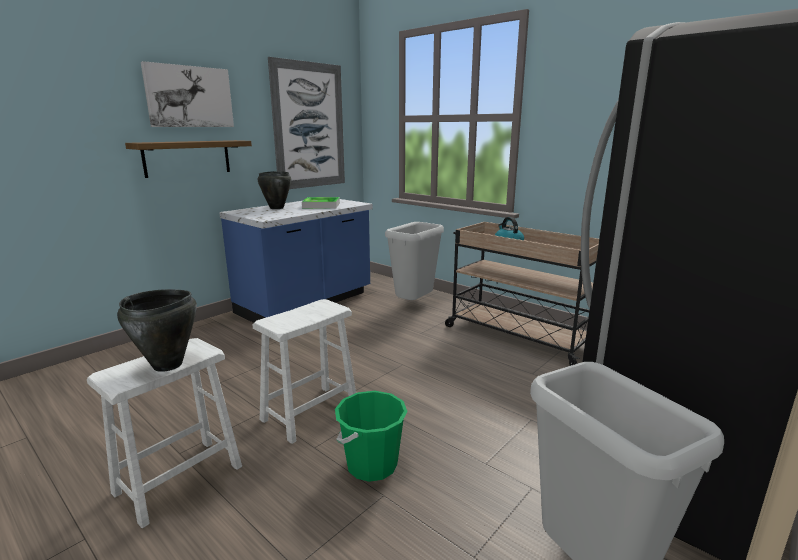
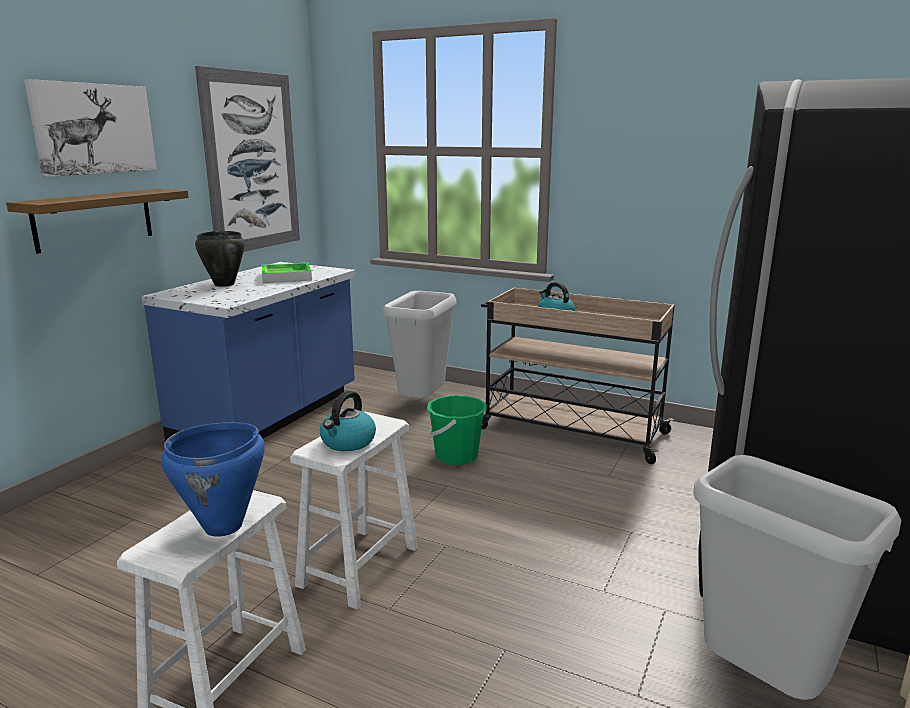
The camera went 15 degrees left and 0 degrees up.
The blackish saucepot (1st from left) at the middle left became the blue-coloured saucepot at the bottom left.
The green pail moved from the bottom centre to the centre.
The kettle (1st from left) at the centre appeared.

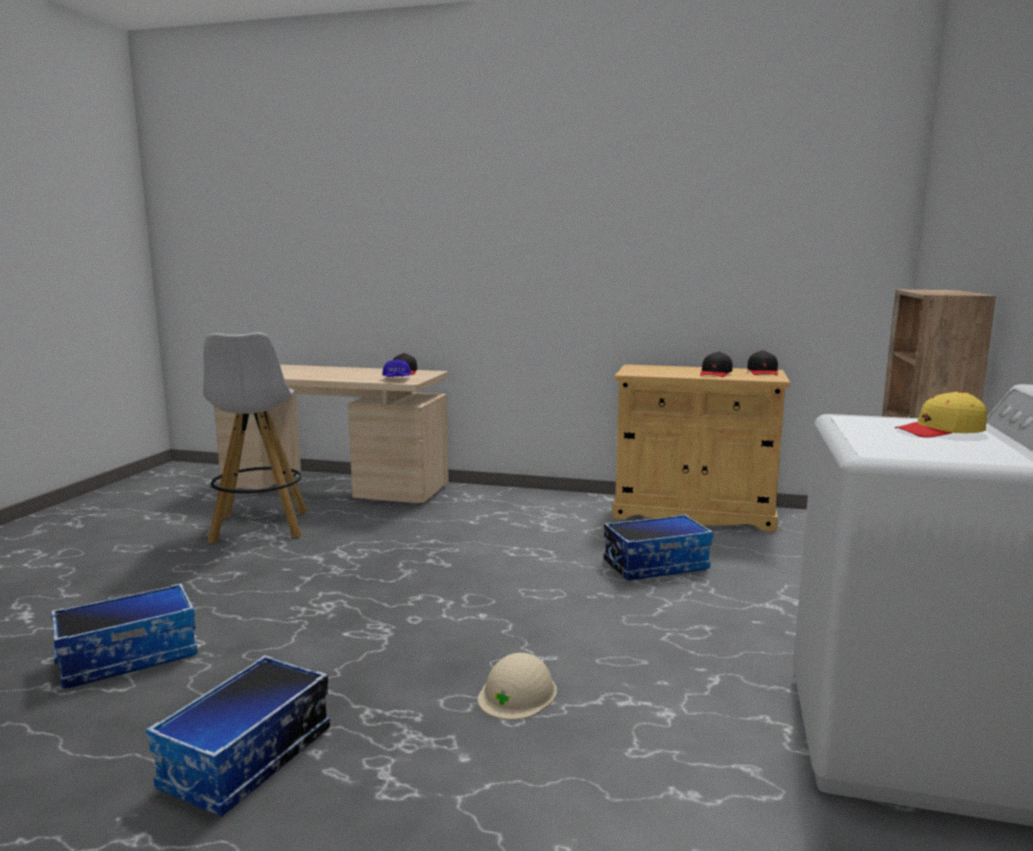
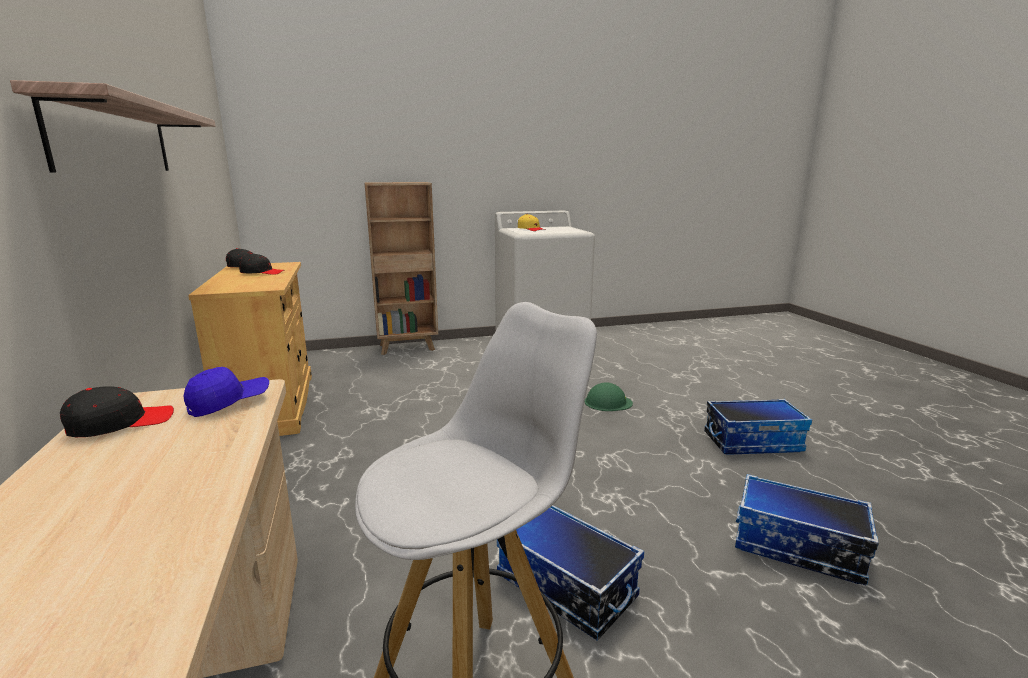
The camera went 120 degrees left and 5 degrees up.
The beige work helmet at the bottom centre became the green work helmet at the centre.
The storage container (3rd from left in the first image) moved from the centre to the bottom centre.
The shelf at the top left appeared.

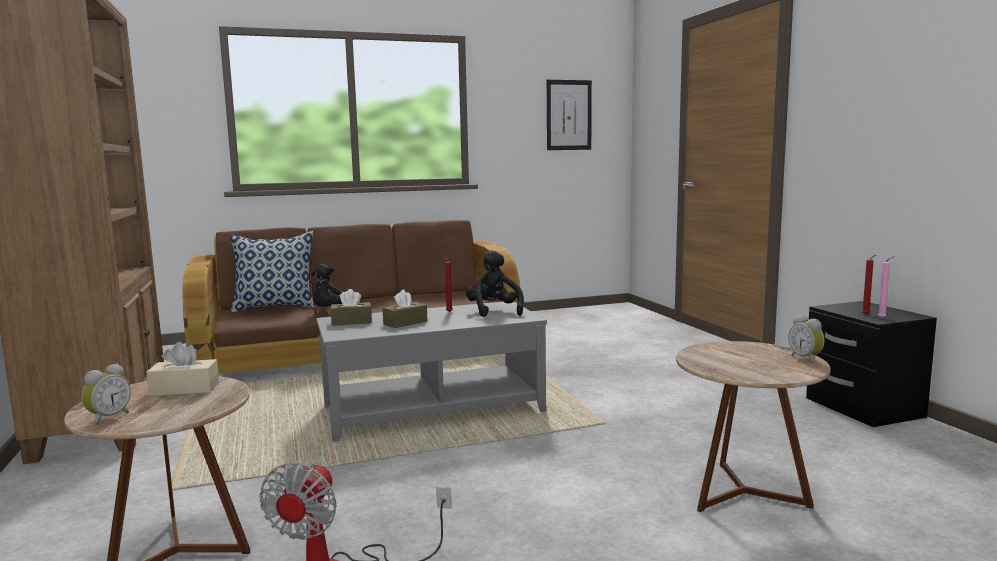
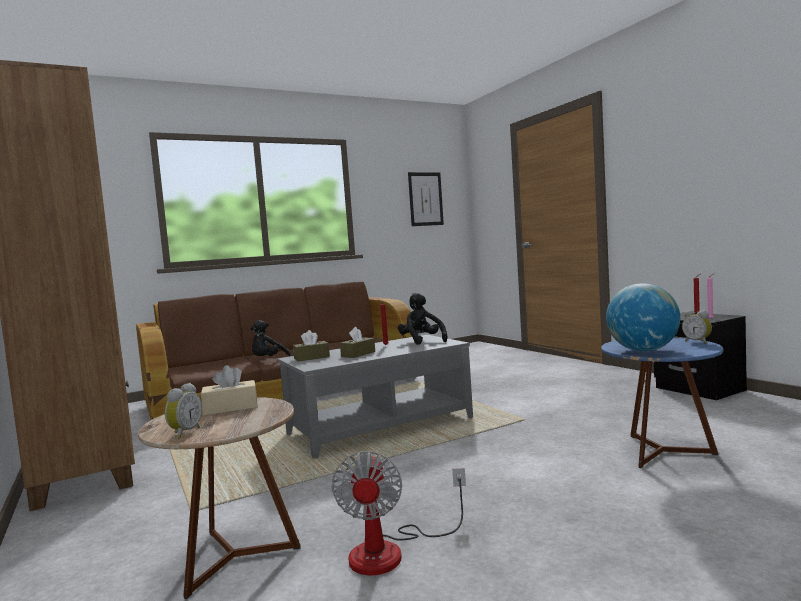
The camera went 10 degrees left and 5 degrees down.
The throw pillow at the middle left disappeared.
The brown accent table (2nd from left) at the bottom right became the blue-coloured accent table at the bottom right.
The world globe at the middle right appeared.

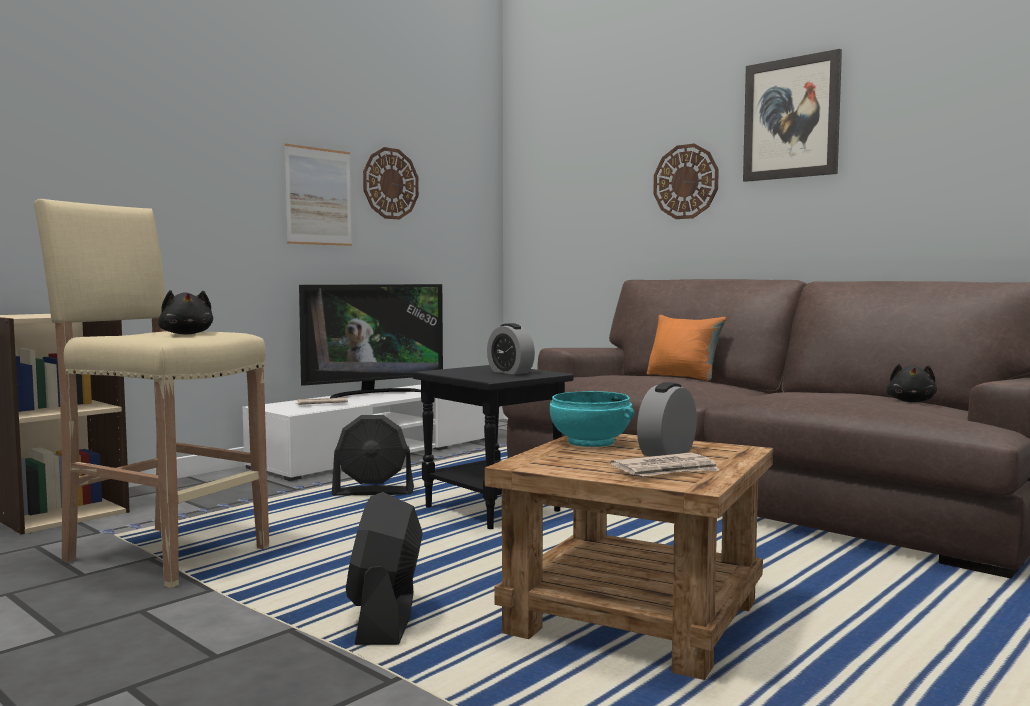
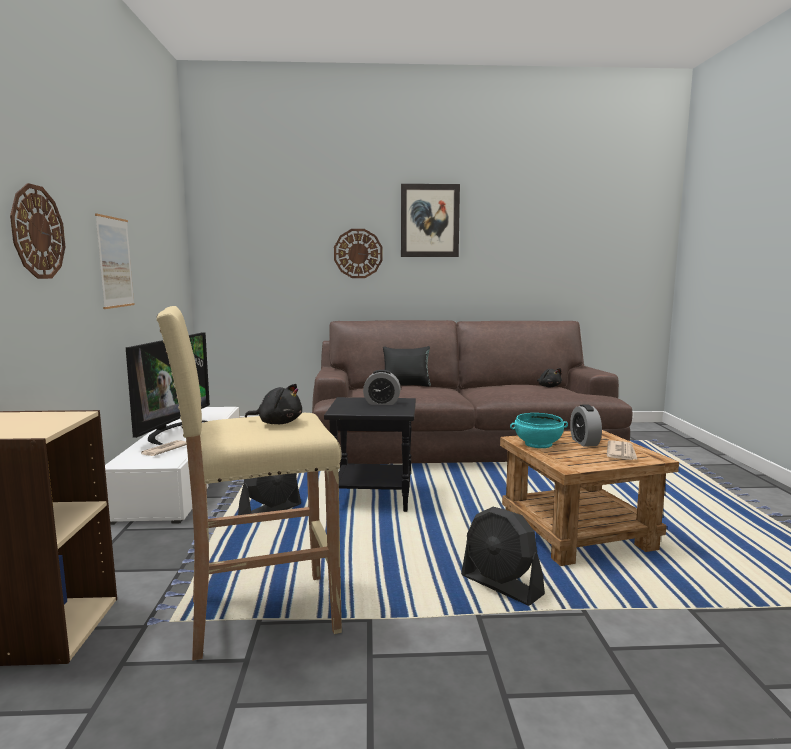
The camera went 45 degrees left and 5 degrees up.
The hanging clock (1st from left) moved from the top centre to the top left.
The orangey throw pillow at the centre became the blackish throw pillow at the centre.

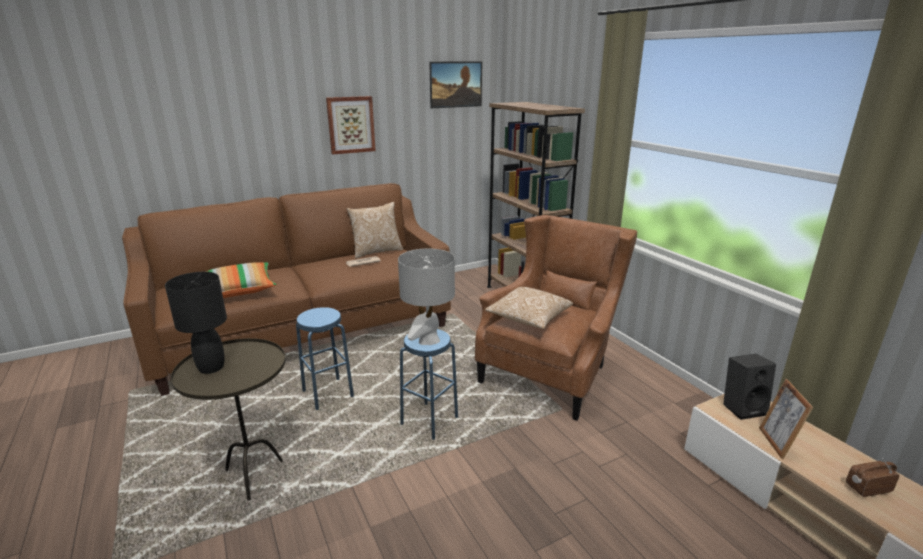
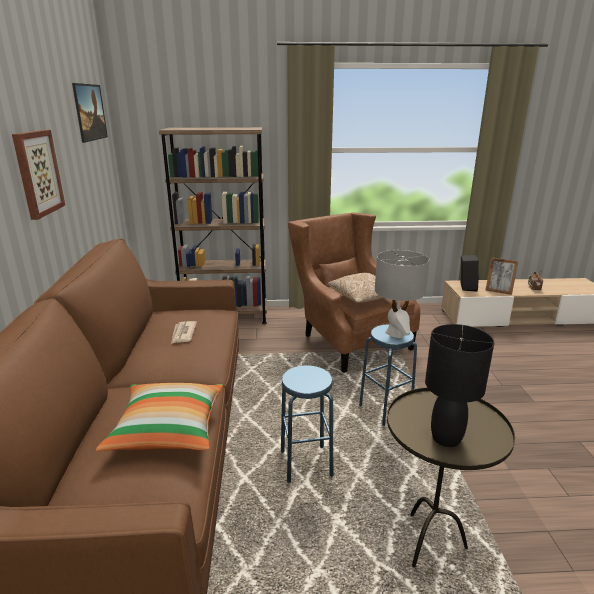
The camera went 65 degrees left and 0 degrees up.
The throw pillow (2nd from left) at the centre disappeared.

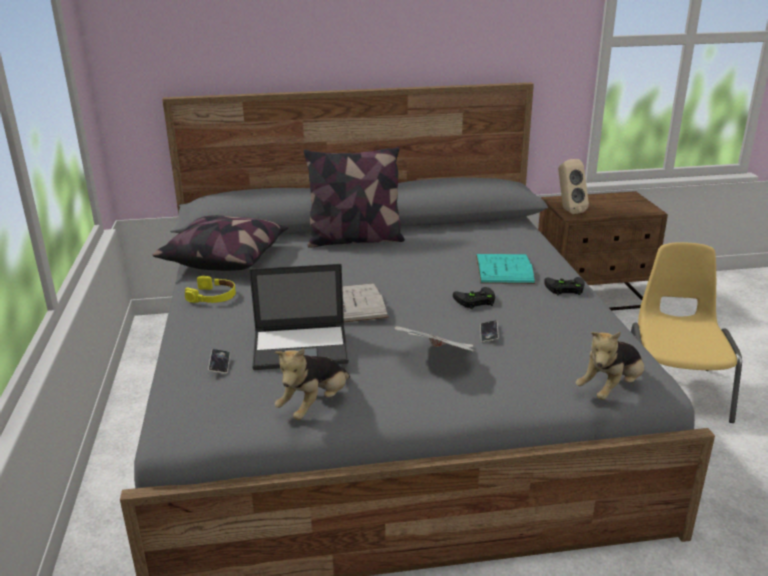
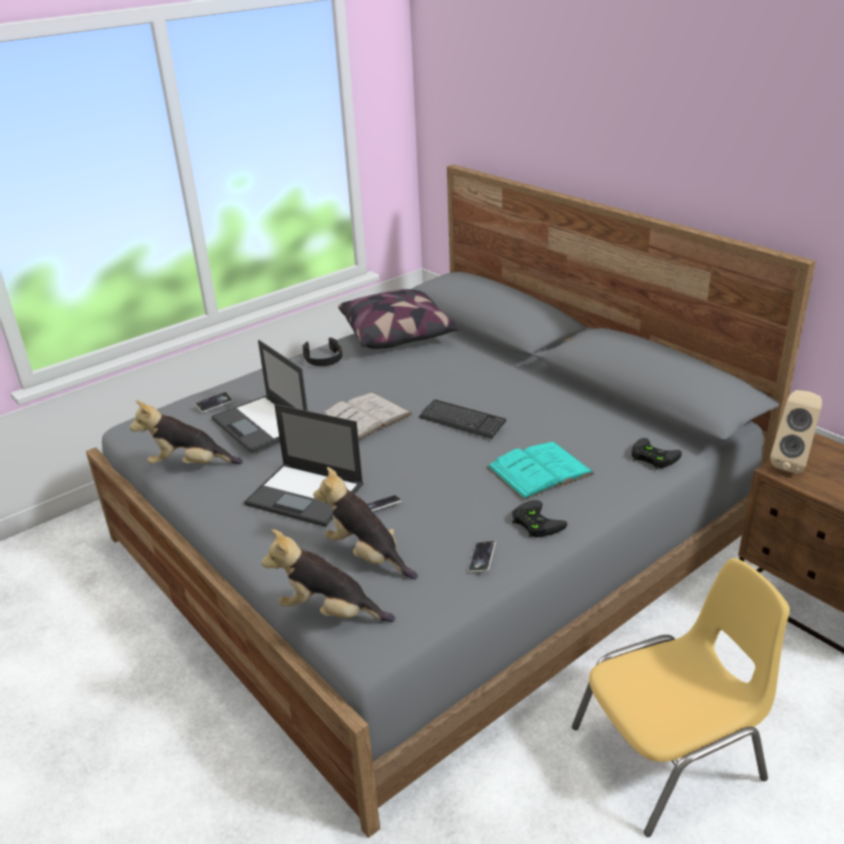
The camera went 60 degrees right and 5 degrees up.
The yellowish headphones at the middle left became the blackish headphones at the centre.
The throw pillow (2nd from left) at the centre disappeared.
The daily paper at the centre was replaced by the notebook computer (2nd from left) at the centre.
The blackish joypad (1st from left in the first image) moved from the centre to the middle right.
The soft toy (3rd from left) at the centre appeared.
The keyboard at the centre appeared.
The handset (3rd from left) at the centre appeared.

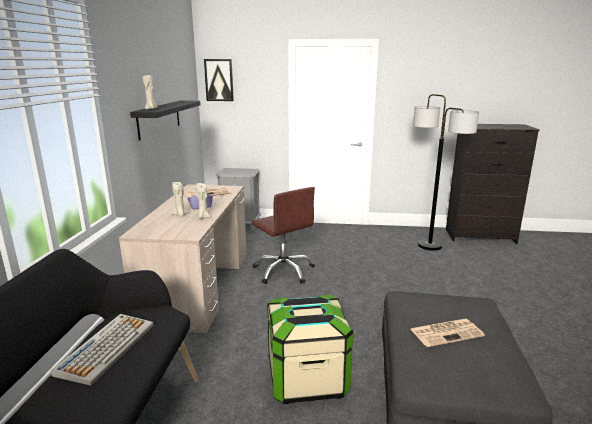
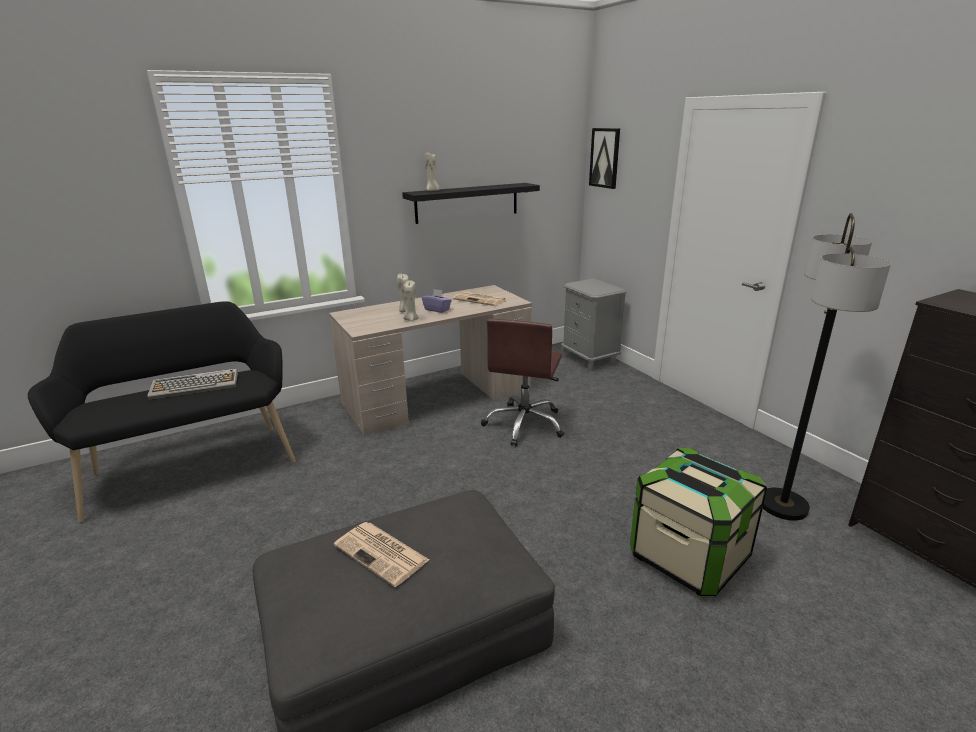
The camera went 55 degrees right and 5 degrees up.
The storage container moved from the bottom centre to the bottom right.

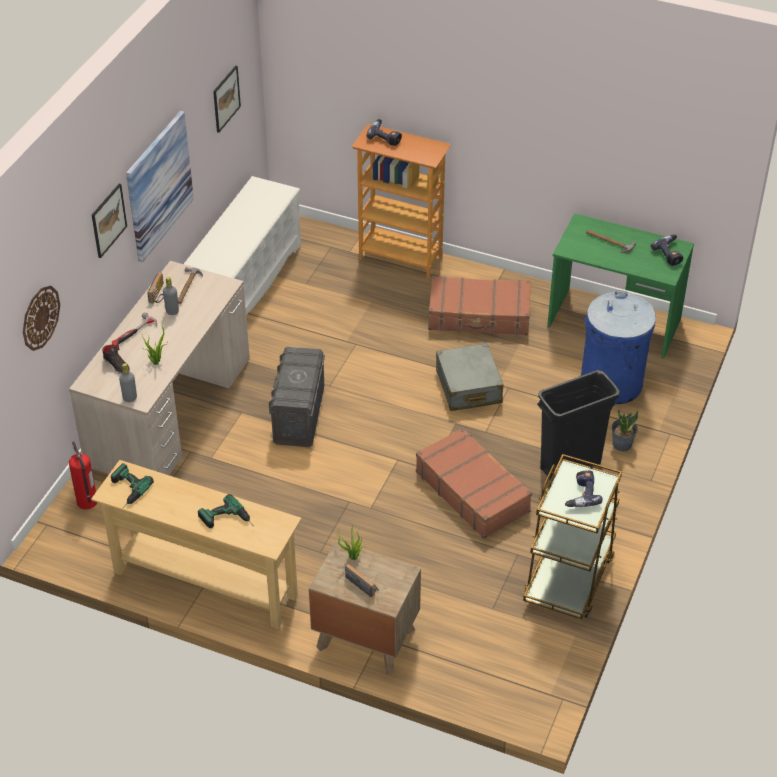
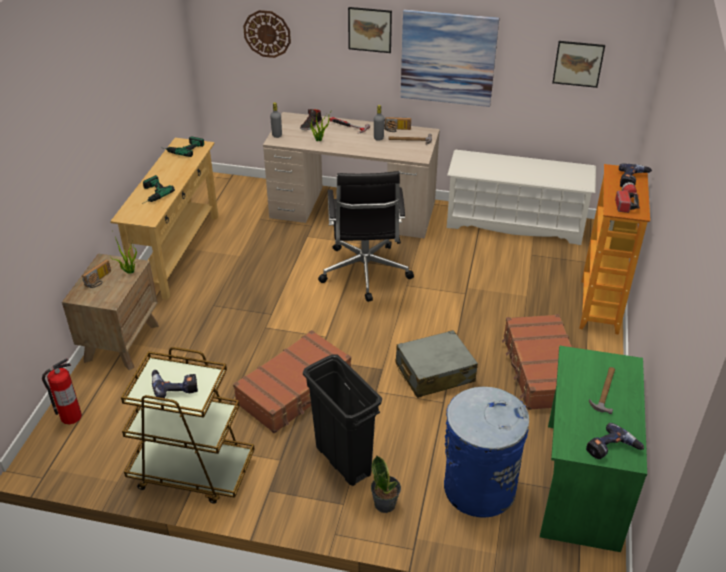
The camera went 80 degrees right and 5 degrees down.
The fire-fighting cylinder moved from the middle left to the bottom left.
The grey storage container at the centre was replaced by the blackish desk chair at the centre.
The flashlight at the middle right appeared.

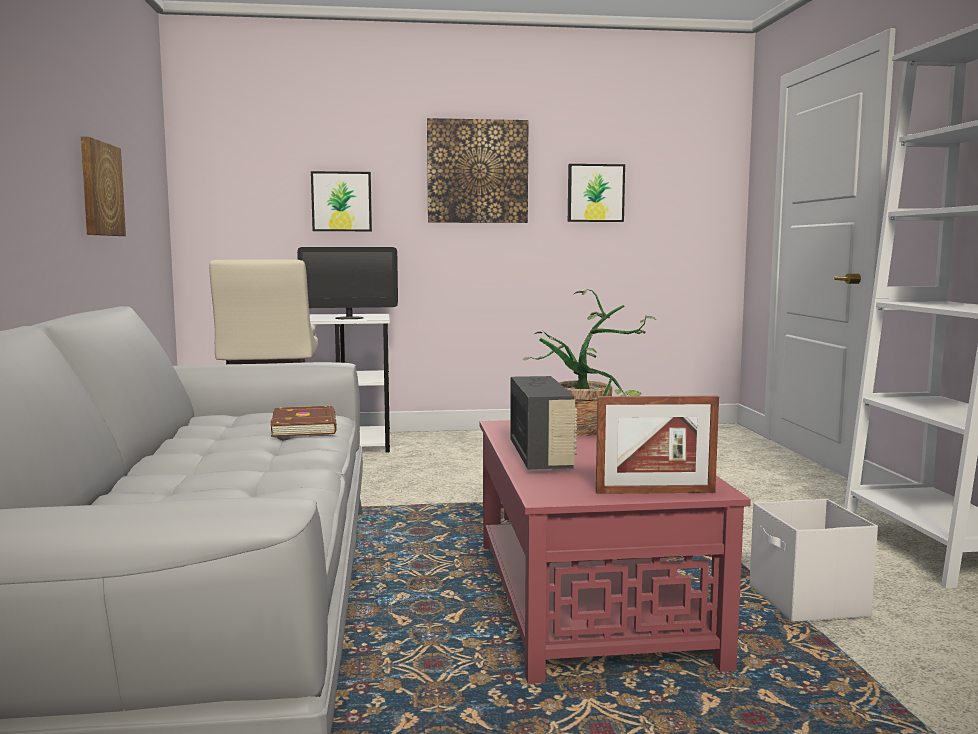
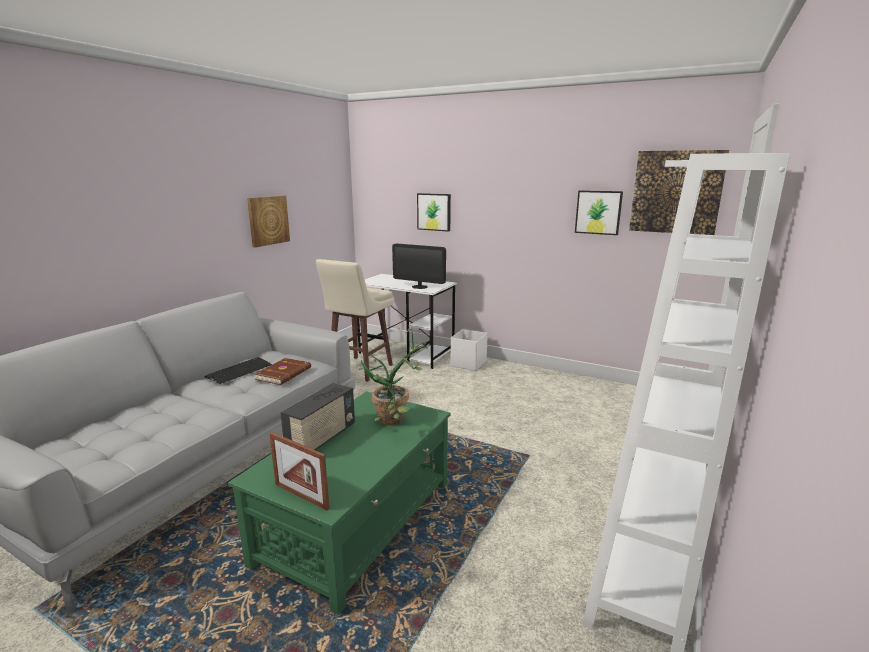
The camera went 35 degrees right and 10 degrees up.
The wall picture (3rd from left in the first image) moved from the top centre to the top right.
The reddish low table at the bottom centre became the green low table at the bottom centre.
The white-coloured storage container moved from the bottom right to the centre.
The keyboard at the middle left appeared.

